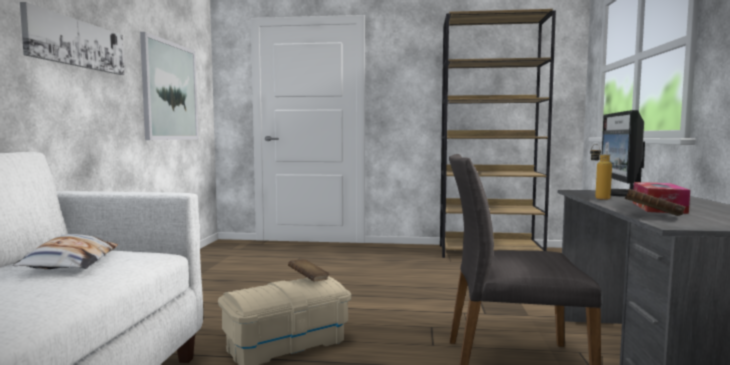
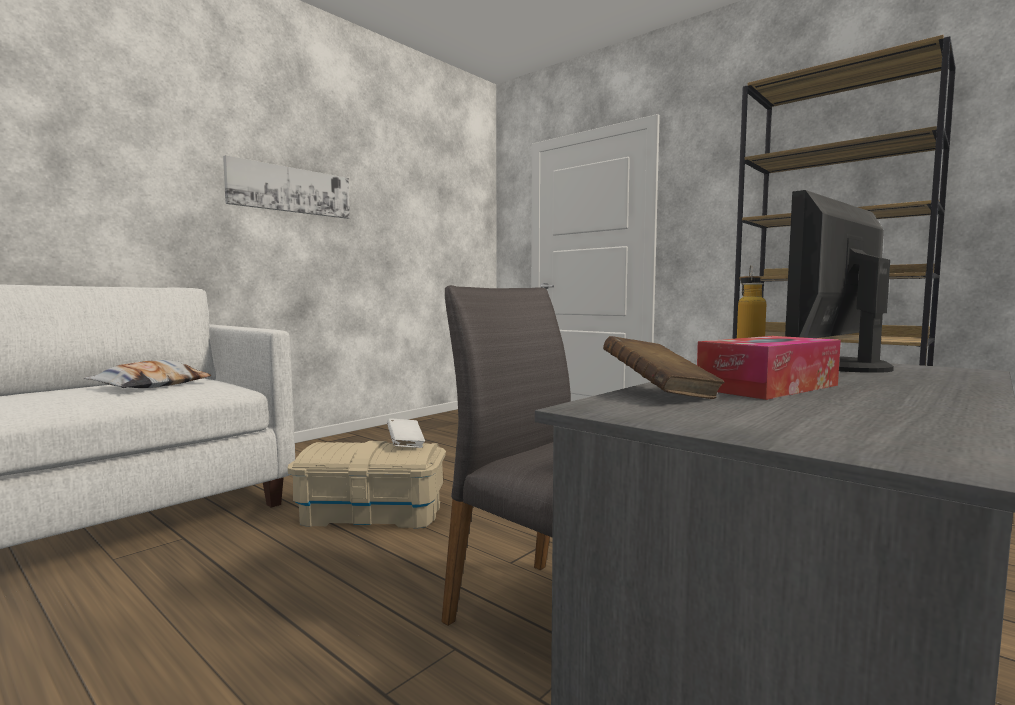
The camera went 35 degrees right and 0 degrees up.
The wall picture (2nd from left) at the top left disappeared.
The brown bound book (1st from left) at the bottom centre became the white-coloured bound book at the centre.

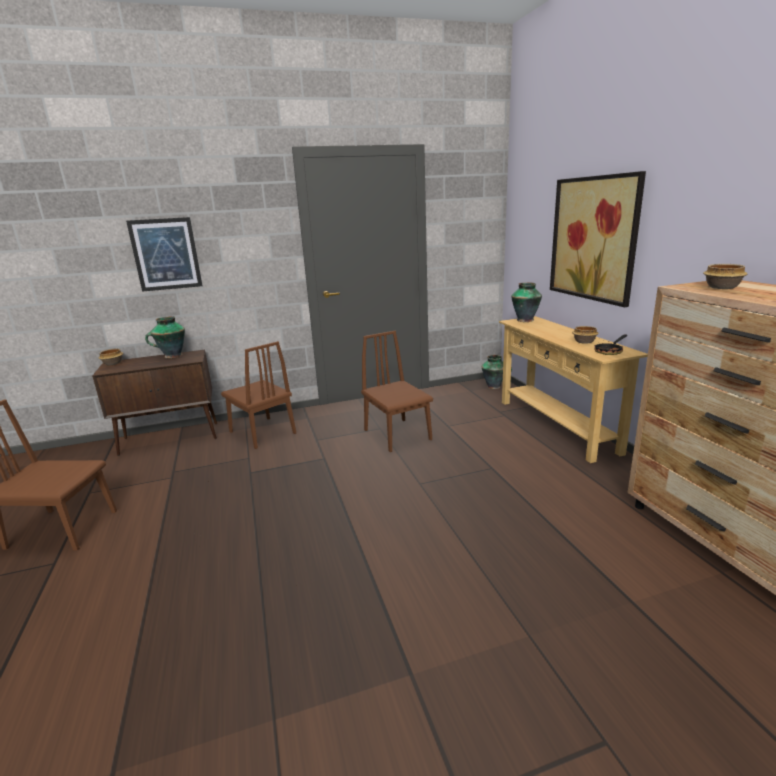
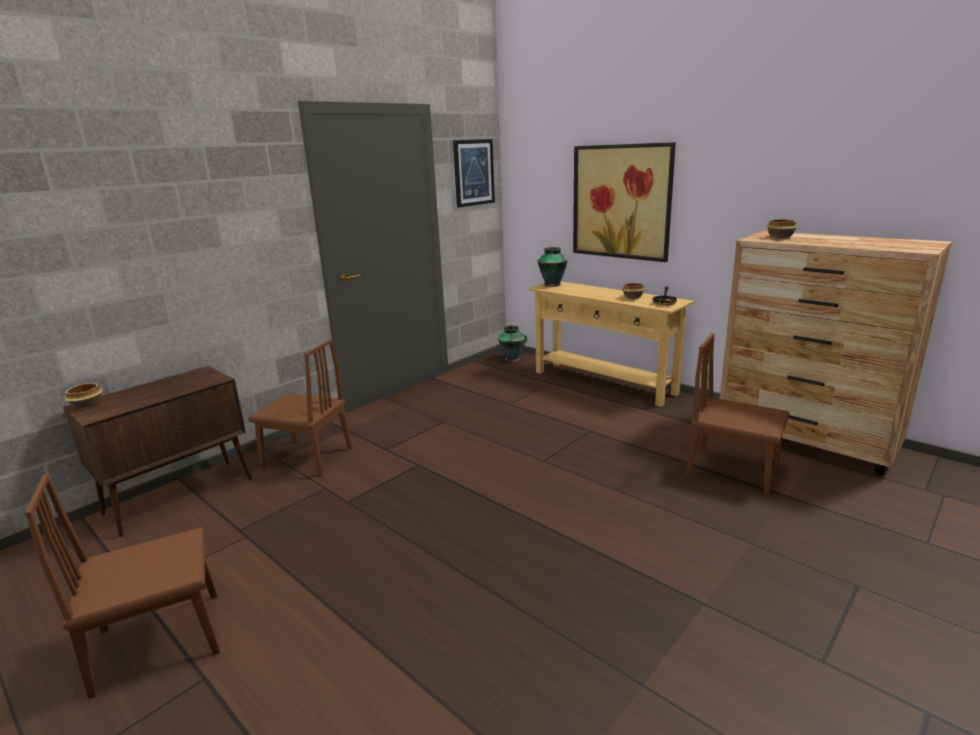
The camera went 30 degrees left and 0 degrees up.
The wall picture (1st from left) moved from the top left to the top centre.
The decorative vase (1st from left) at the middle left disappeared.
The brown upright chair (3rd from left) moved from the centre to the middle right.

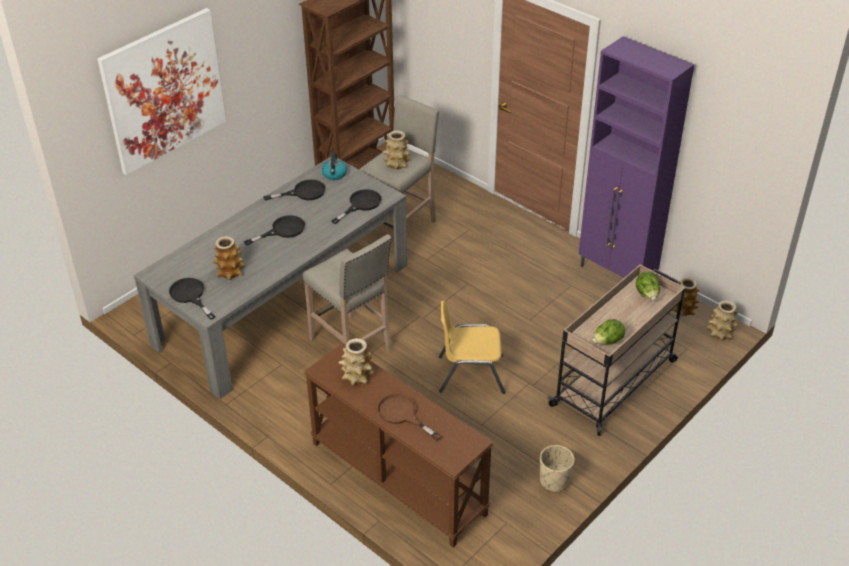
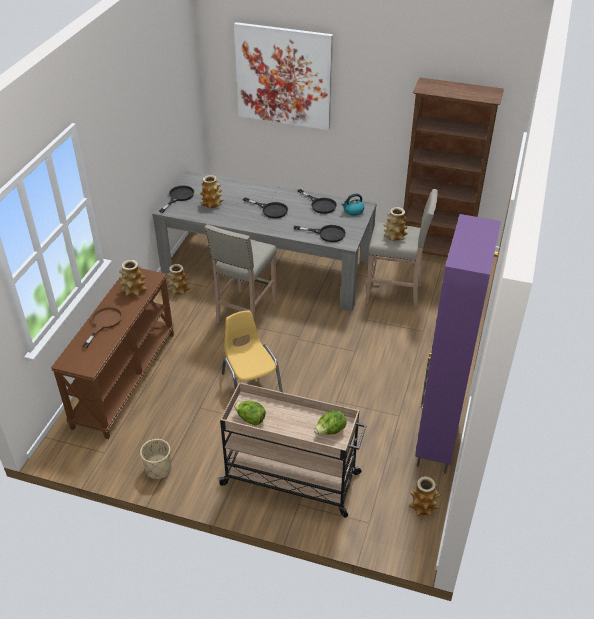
The camera went 65 degrees right and 0 degrees up.
The decorative vase (5th from left in the first image) moved from the middle right to the middle left.

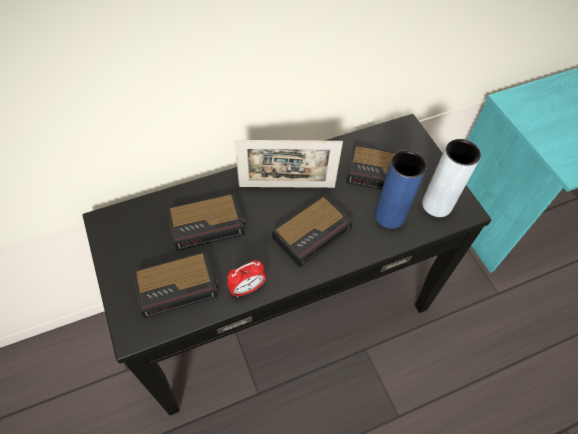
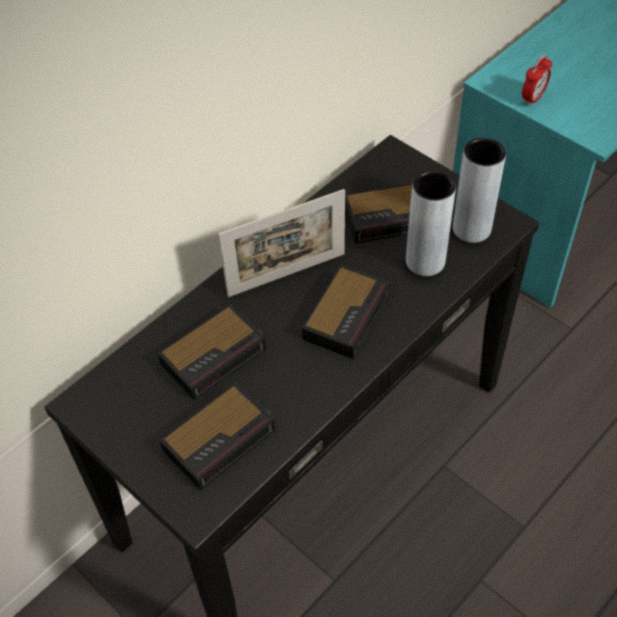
The camera went 20 degrees left and 5 degrees down.
The table clock (3rd from left in the first image) moved from the centre to the top right.
The blue-coloured decorative vase at the middle right became the grey decorative vase (1st from left) at the middle right.

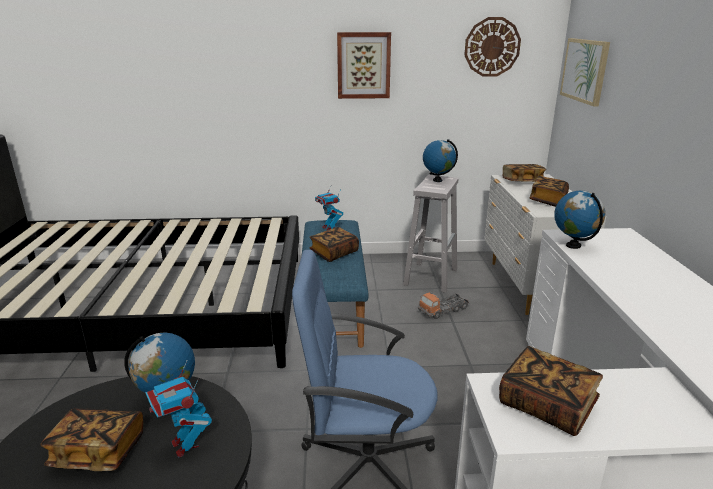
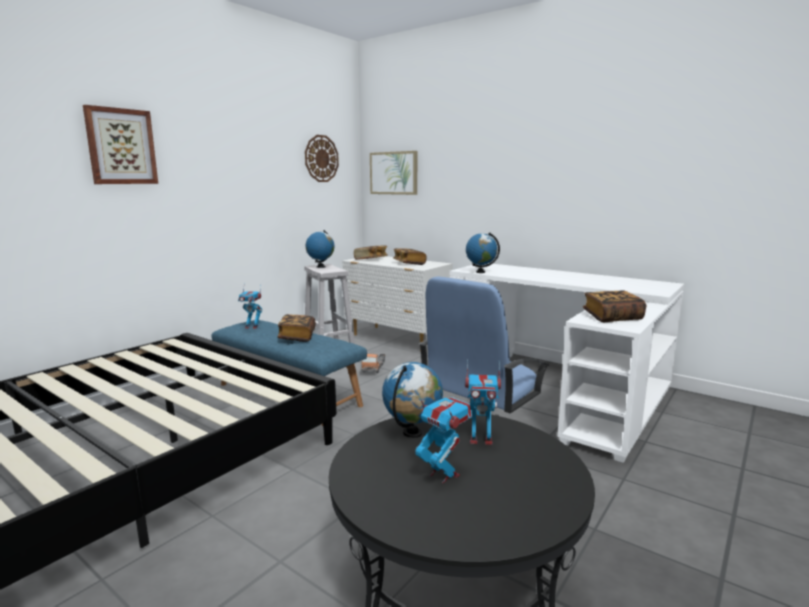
The camera went 50 degrees left and 10 degrees down.
The bound book (1st from left) at the bottom left was replaced by the toy robot (2nd from left) at the bottom centre.
The wall picture (1st from left) moved from the top centre to the top left.

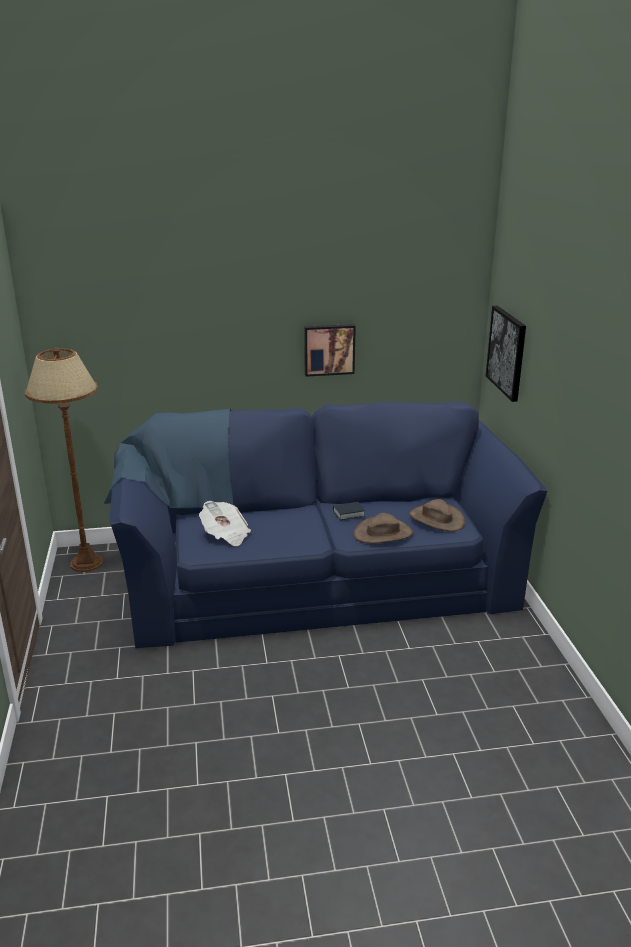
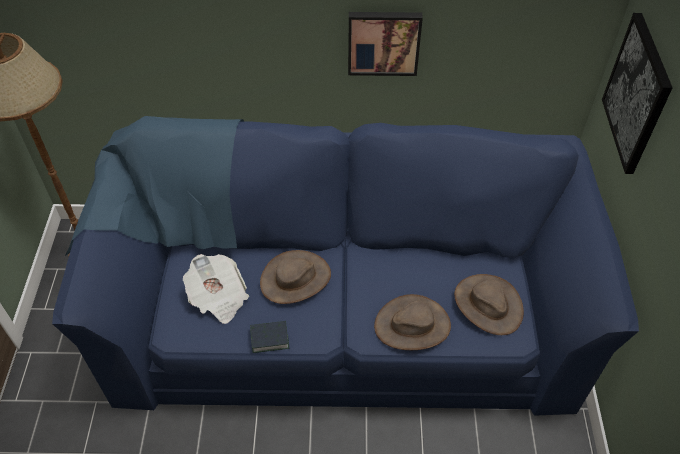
The camera went 10 degrees right and 25 degrees up.
The bound book moved from the centre to the bottom centre.
The brown wearable hat (1st from left) at the centre appeared.

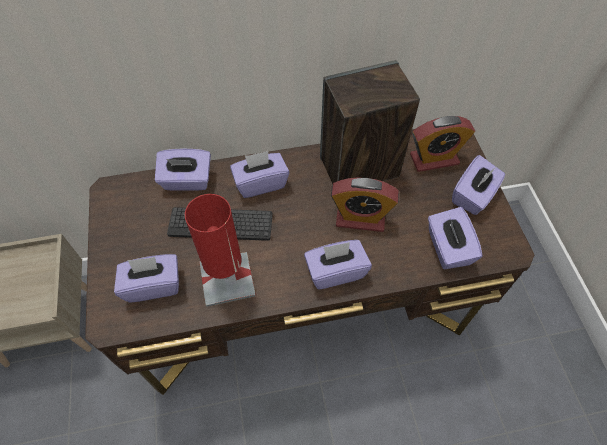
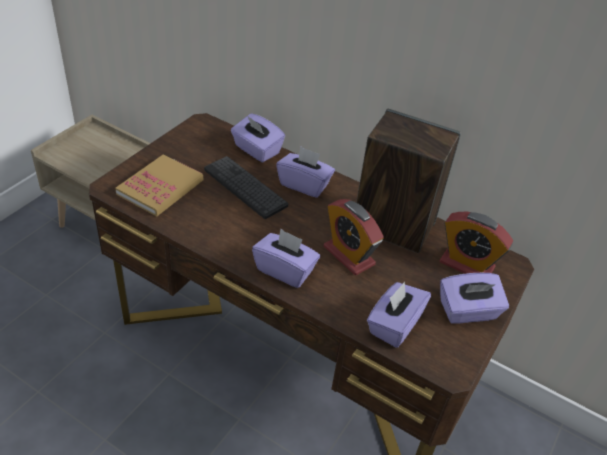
The camera went 40 degrees right and 15 degrees down.
The purple-coloured tissue holder (1st from left) at the middle left was replaced by the bound book at the middle left.
The reddish table lamp at the centre disappeared.

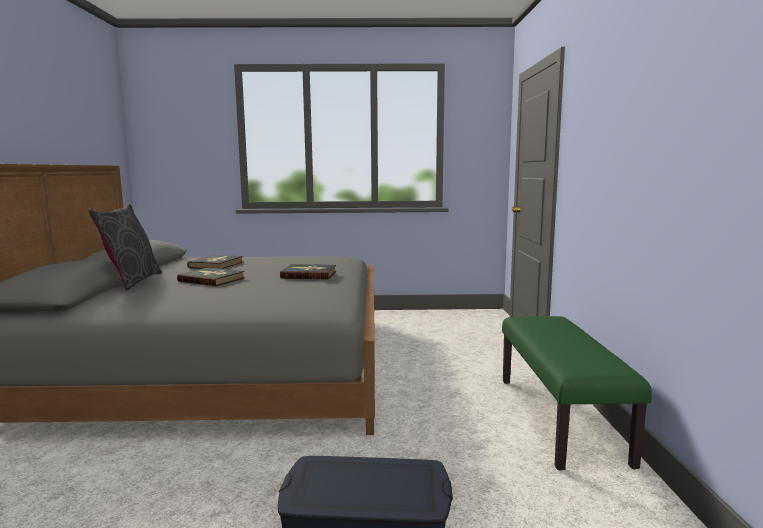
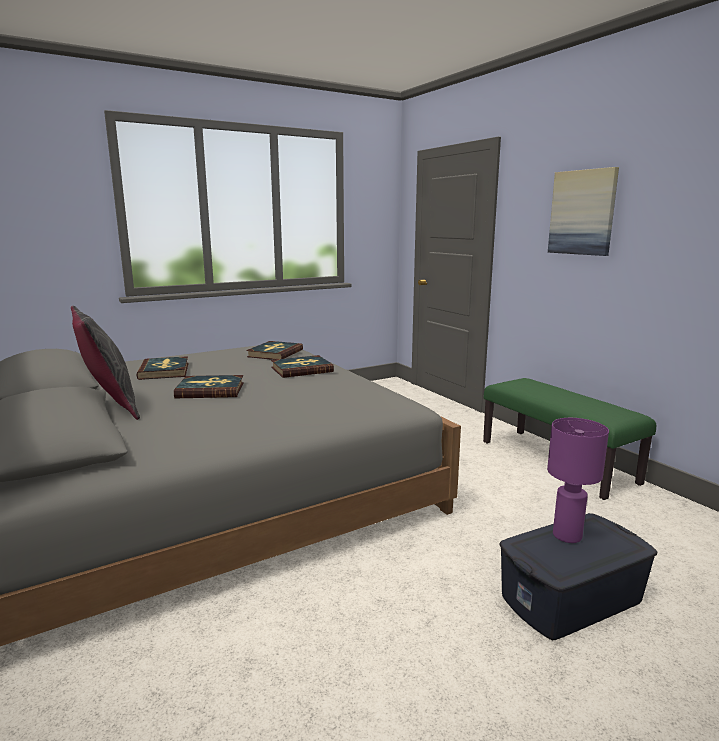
The camera went 30 degrees left and 5 degrees up.
The bound book (3rd from left) at the centre appeared.
The purple-coloured table lamp at the middle right appeared.
The wall picture at the top right appeared.

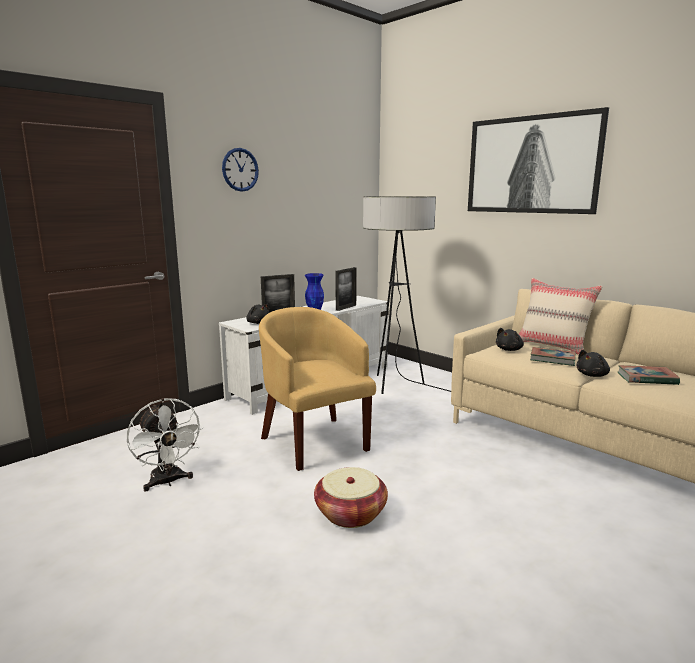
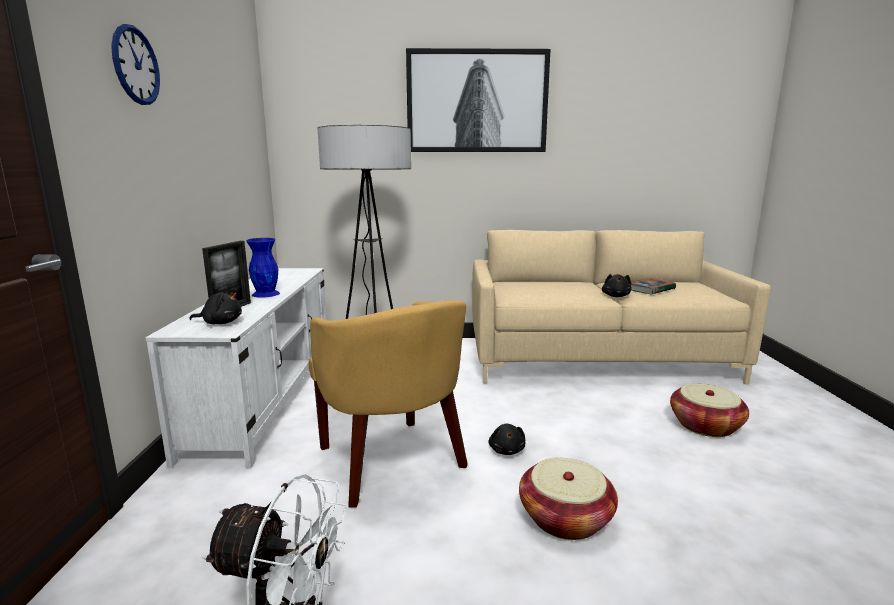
The camera went 45 degrees left and 0 degrees up.
The yellowish lounge chair at the centre turned 135 degrees counterclockwise.
The photo frame (2nd from left) at the centre disappeared.
The blackish soft toy (2nd from left) moved from the middle right to the bottom centre.
The beige throw pillow at the middle right disappeared.
The bound book (1st from left) at the middle right disappeared.
The storage basket (2nd from left) at the bottom right appeared.

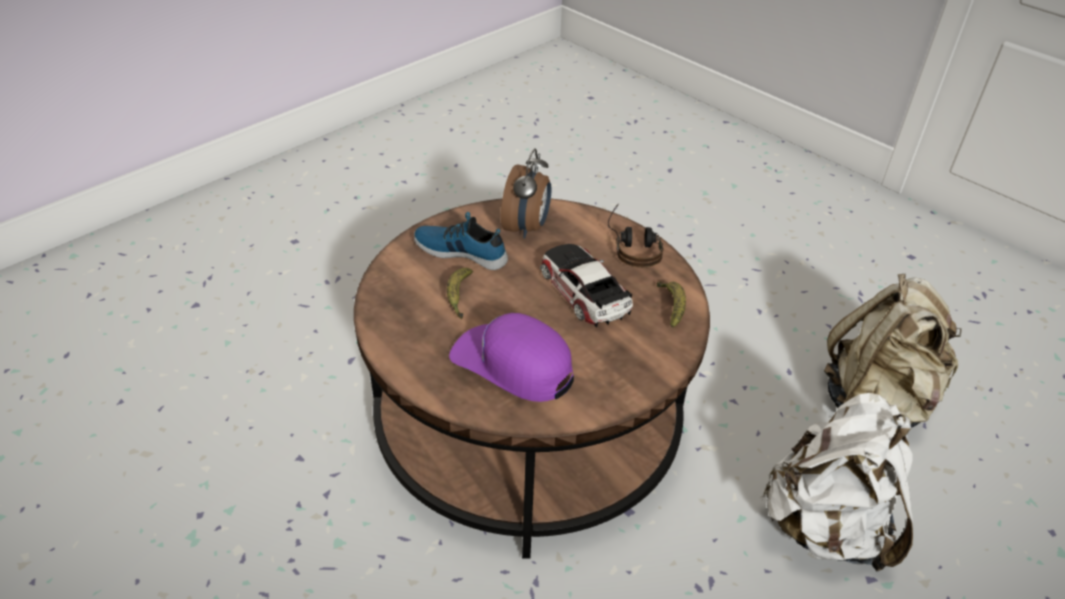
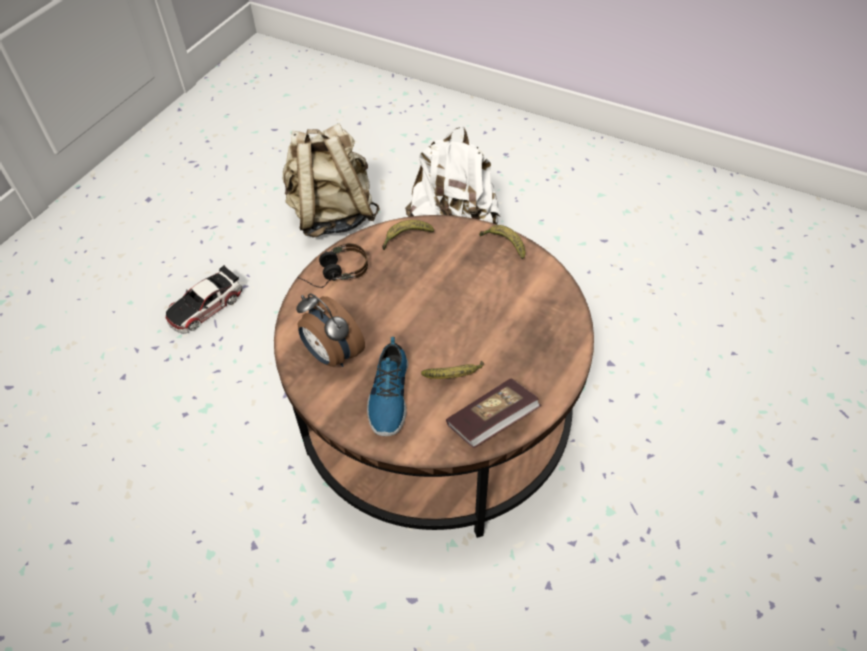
The camera went 105 degrees left and 10 degrees up.
The purple-coloured peaked cap at the centre disappeared.
The table clock at the top centre turned 135 degrees counterclockwise.
The toy car moved from the centre to the middle left.
The bound book at the centre appeared.
The banana (3rd from left) at the centre appeared.

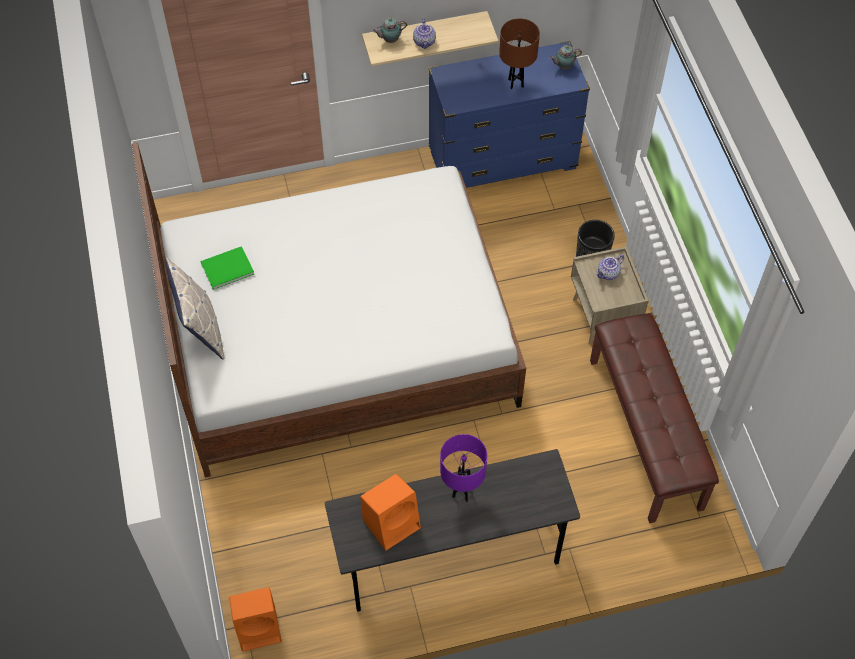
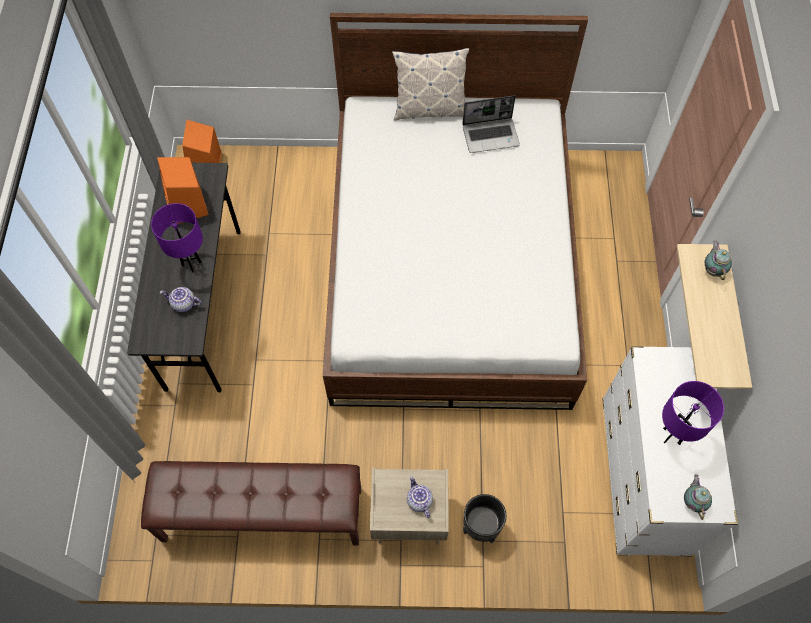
The camera went 105 degrees right and 5 degrees up.
The green bound book at the middle left was replaced by the notebook computer at the top centre.
The tea pot (2nd from left in the first image) moved from the top centre to the middle left.
The blue-coloured drawer chest at the top centre became the white-coloured drawer chest at the bottom right.
The brown table lamp at the top centre became the purple-coloured table lamp (2nd from left) at the middle right.

